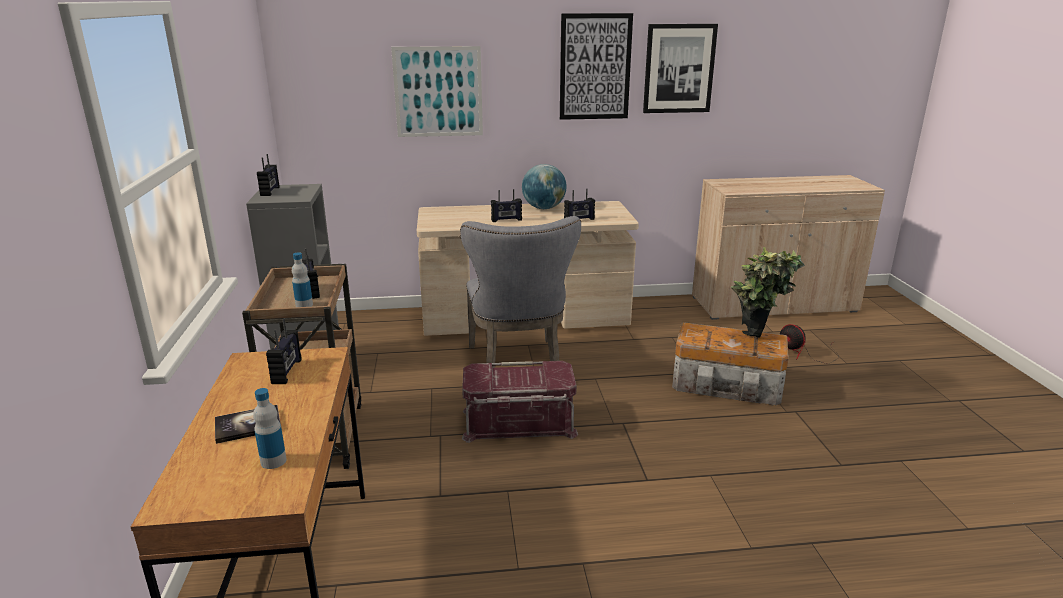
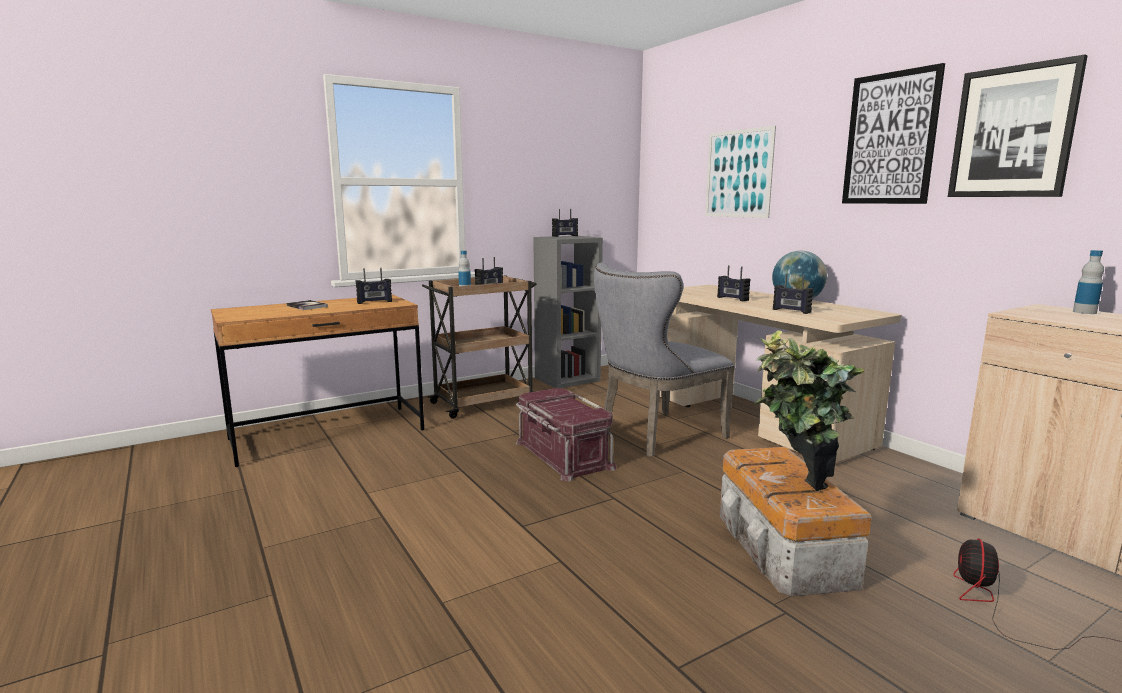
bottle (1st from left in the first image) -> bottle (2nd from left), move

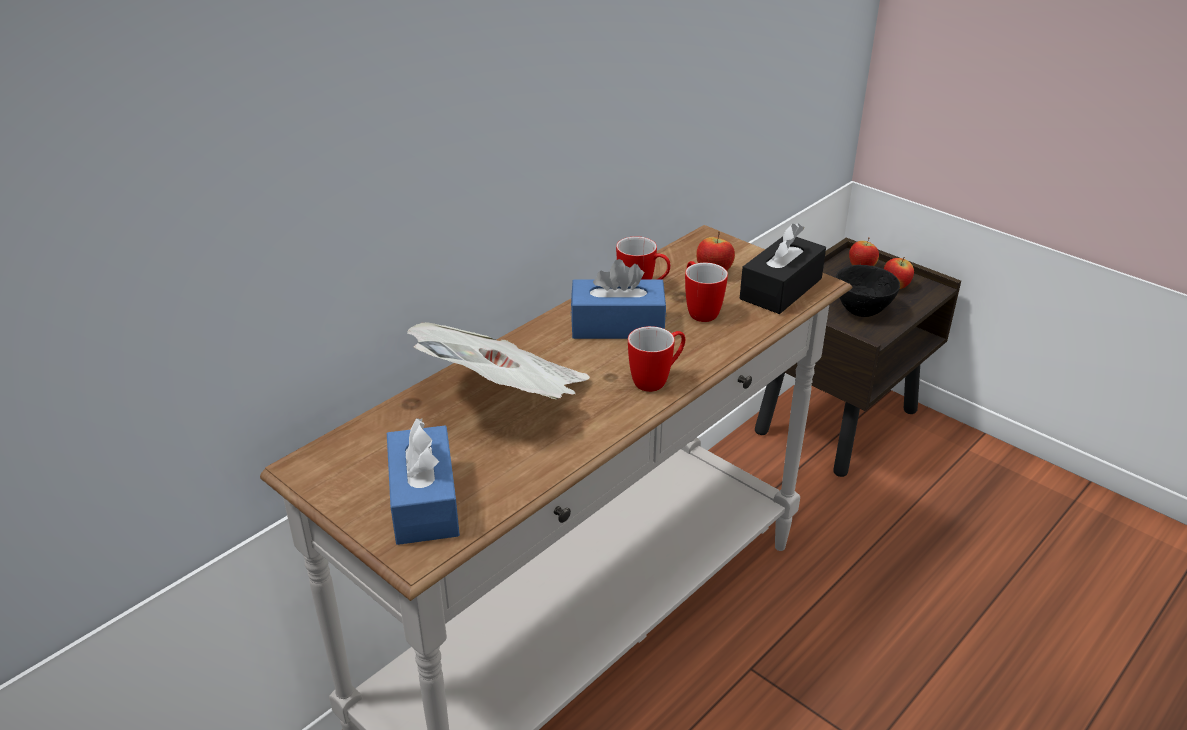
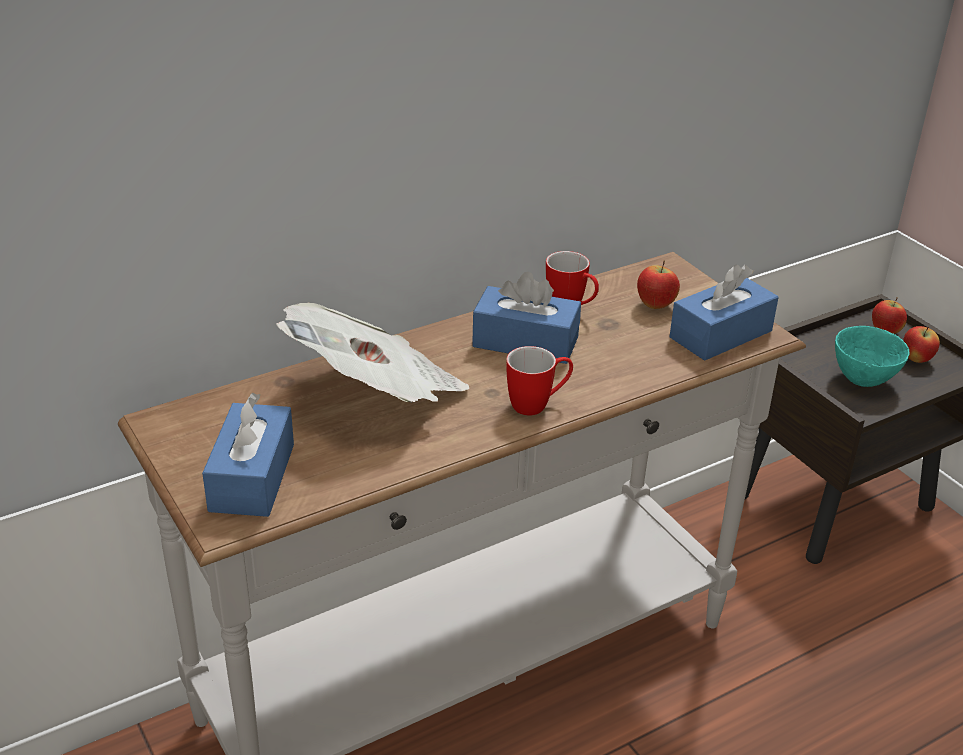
tissue box in black -> tissue box in blue (3rd from left)
mug (3rd from left) -> none
bowl in black -> bowl in turquoise

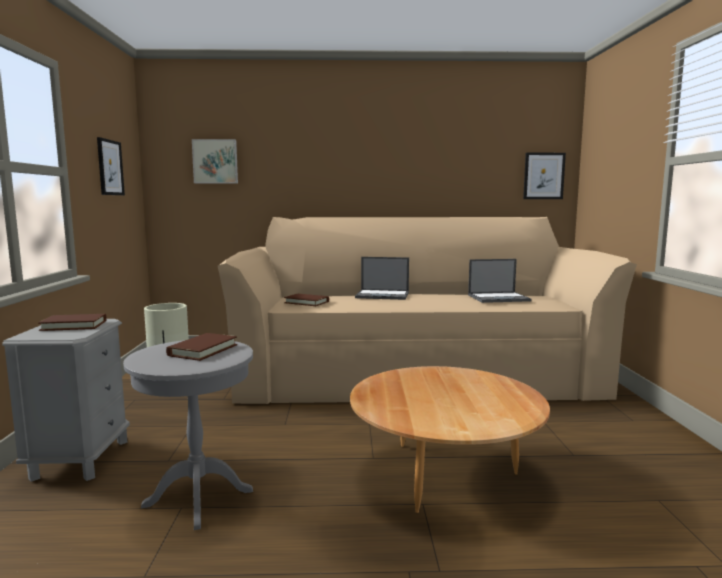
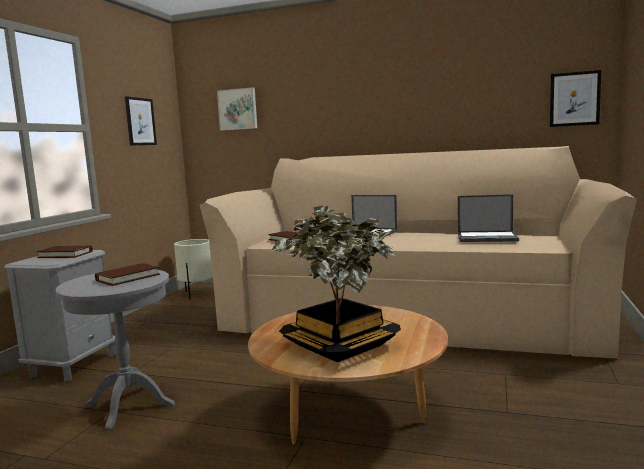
none -> potted plant

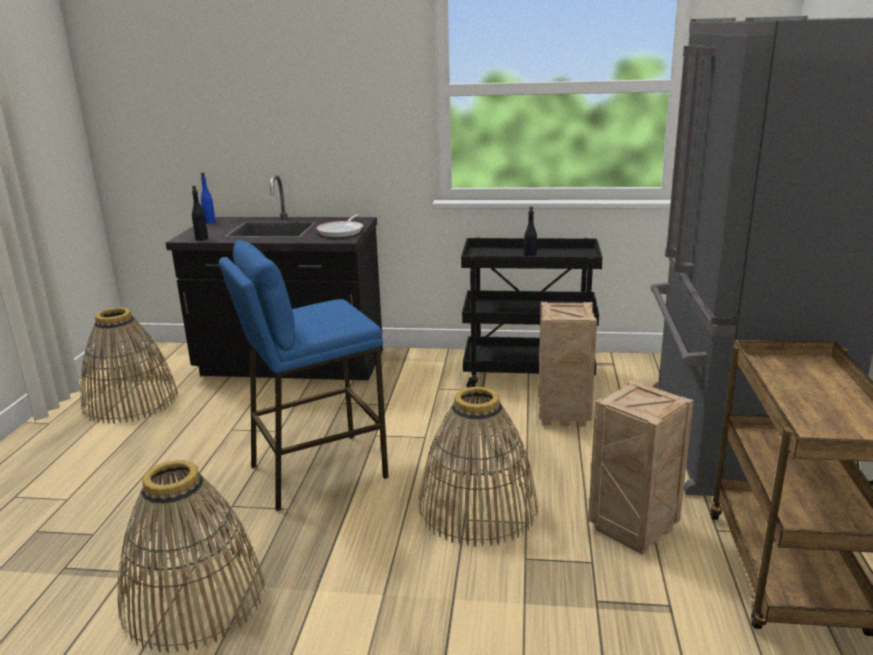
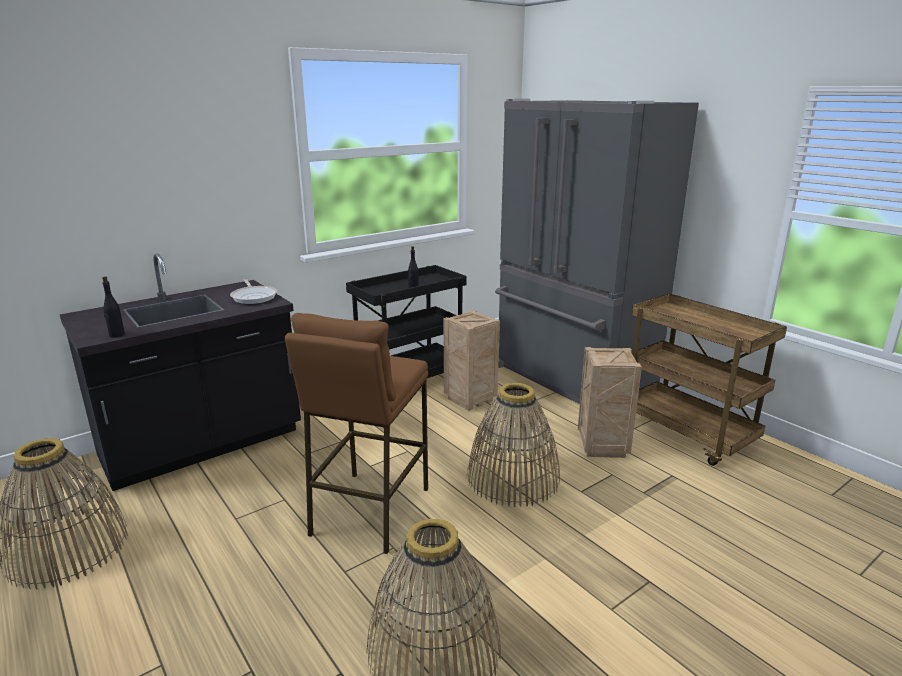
bottle in blue -> none
stool in blue -> stool in brown

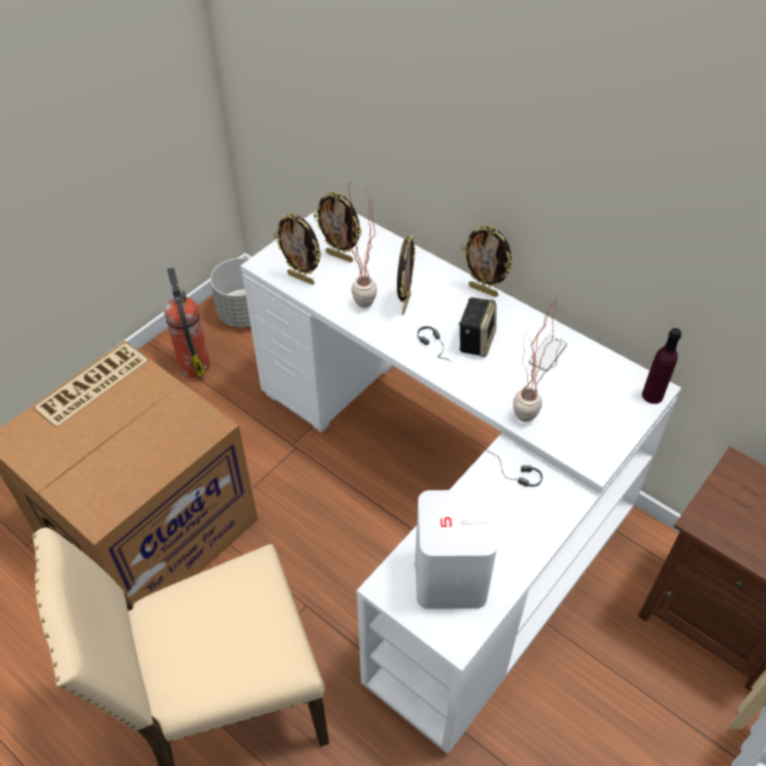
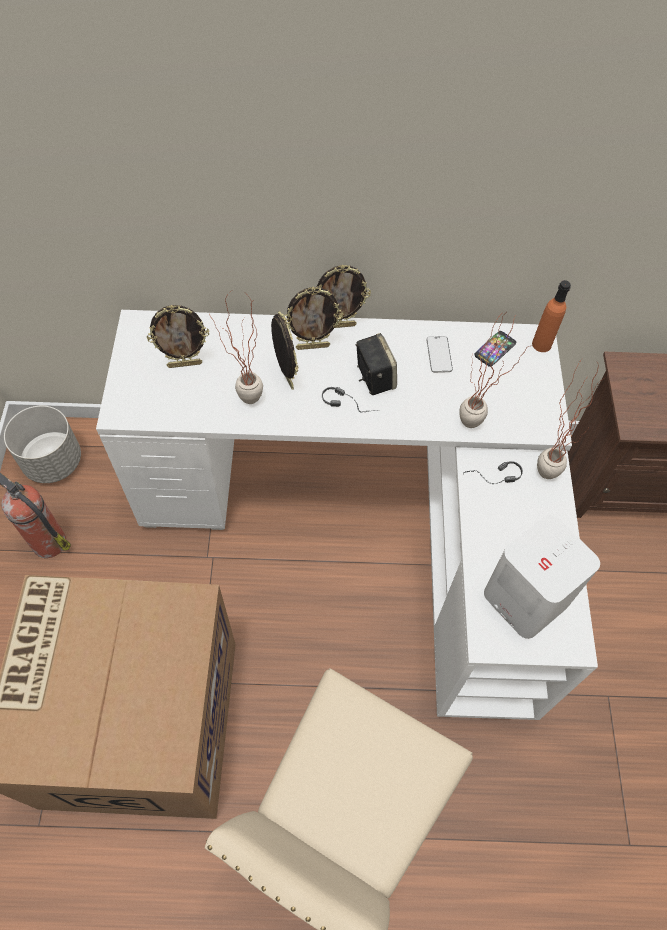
picture frame (1st from left in the first image) -> picture frame (3rd from left), move
bottle in purple -> bottle in orange
none -> phone (2nd from left)
none -> potted plant (3rd from left)

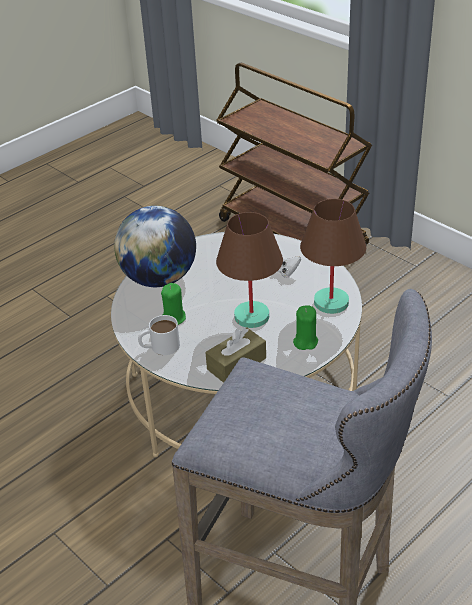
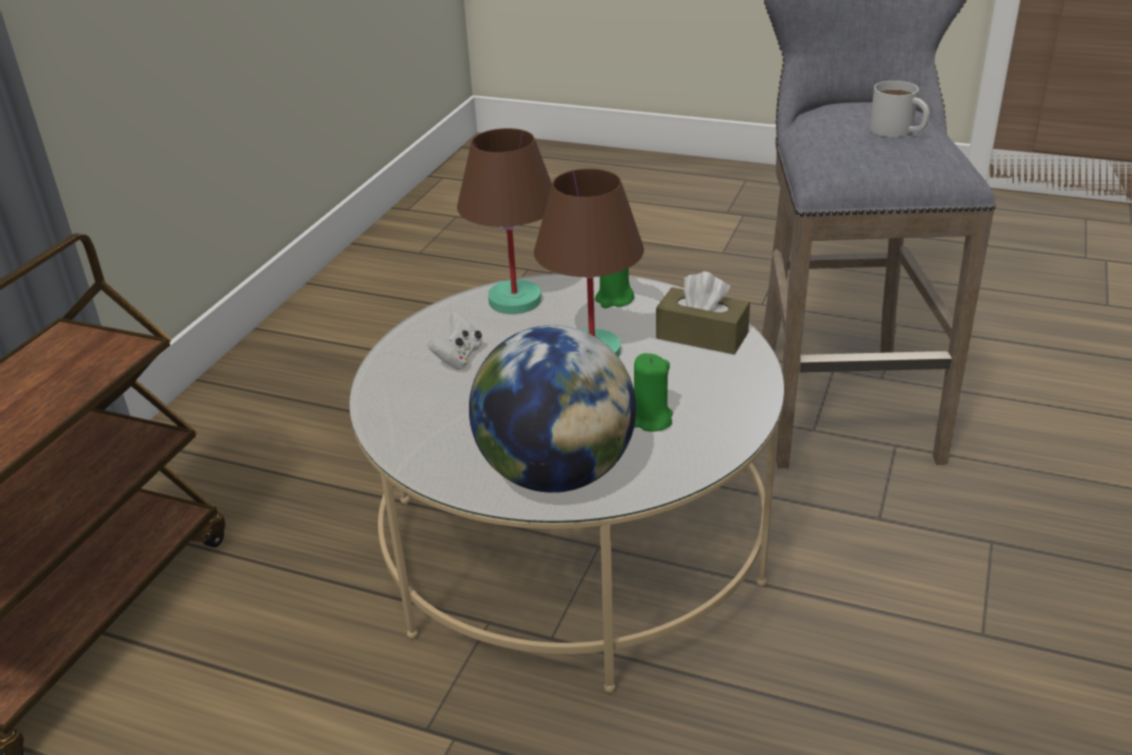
mug in white, move

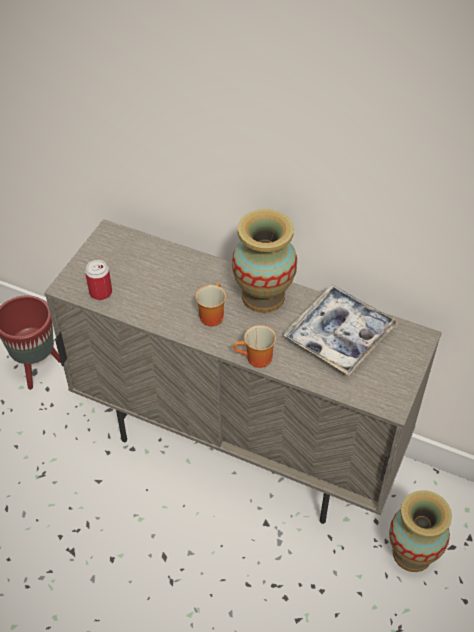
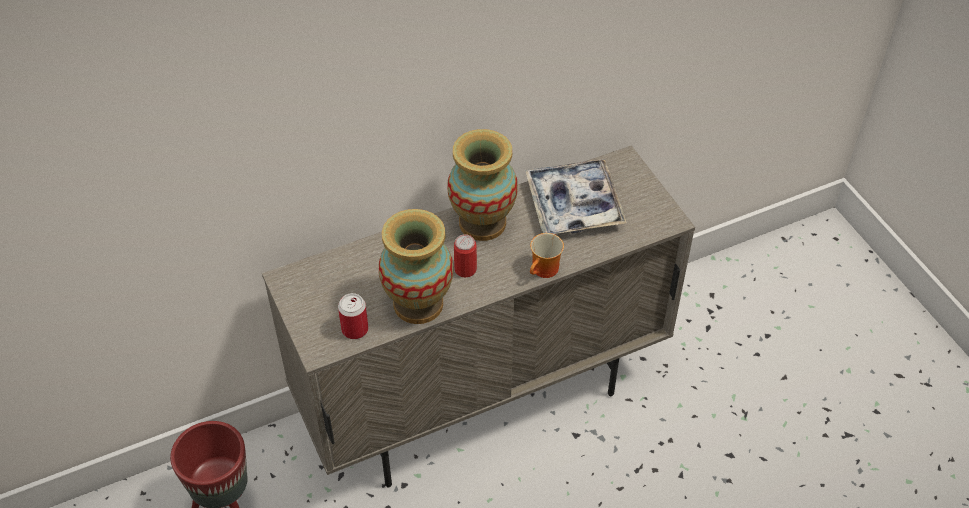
mug (1st from left) -> can (2nd from left)
vase (2nd from left in the first image) -> vase (1st from left), move

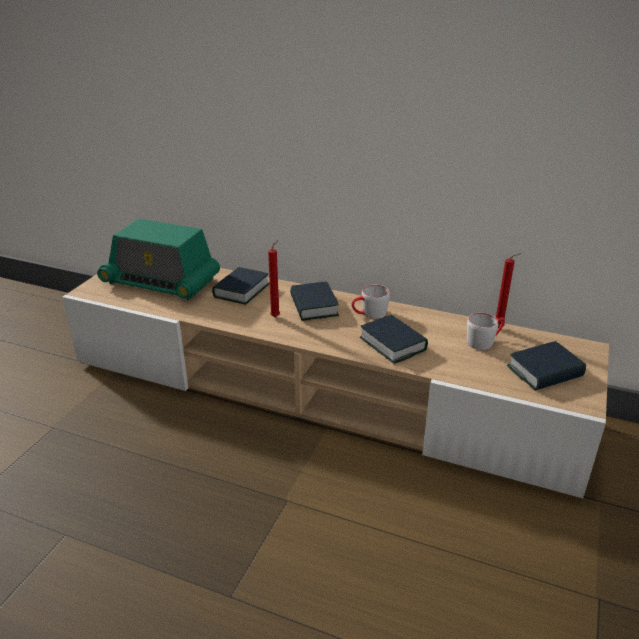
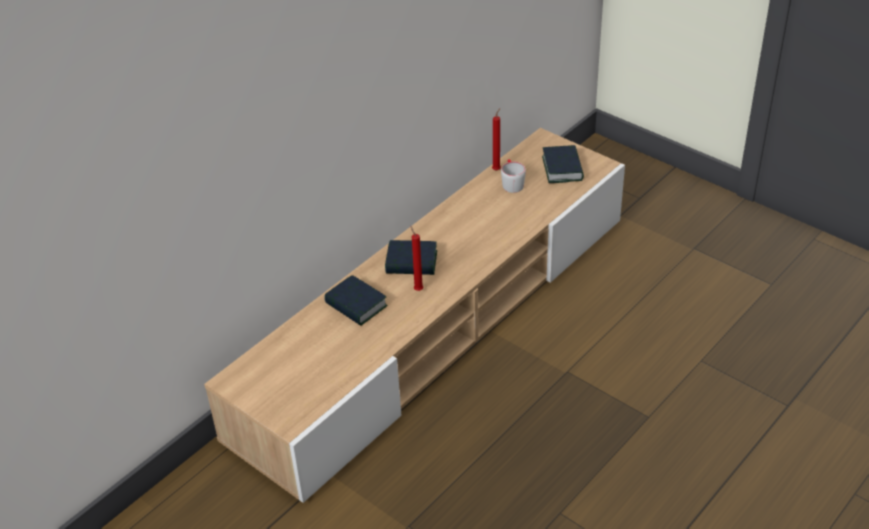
radio -> none
mug in grey (1st from left) -> none
book (3rd from left) -> none

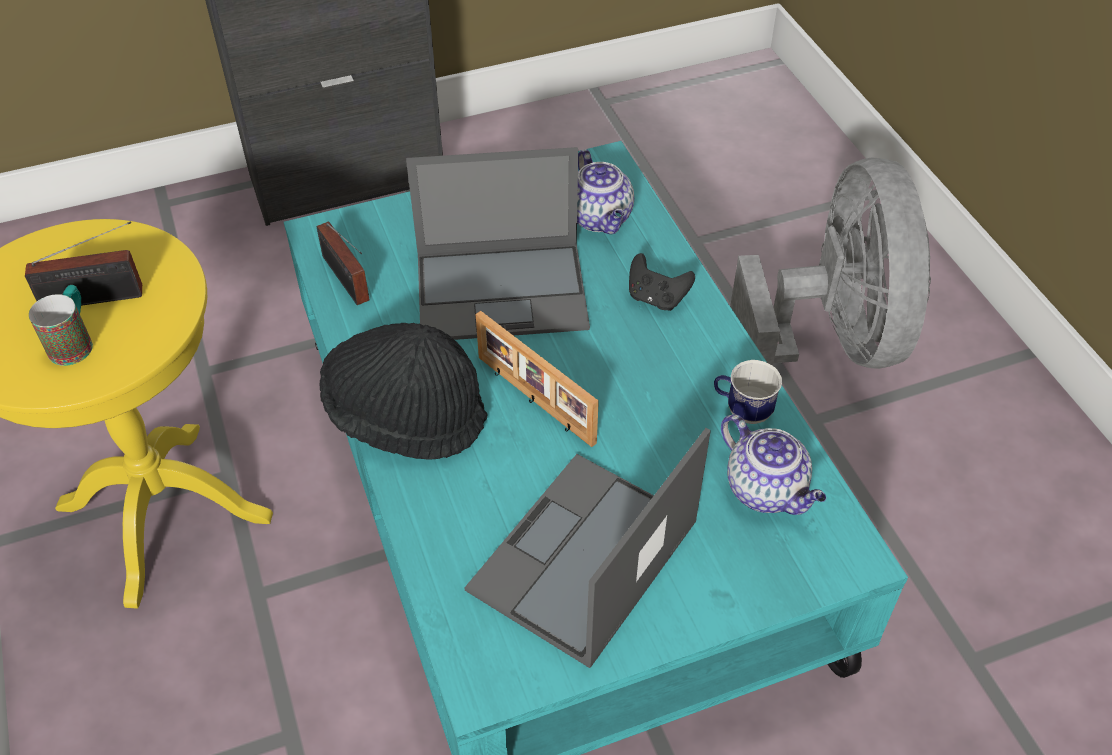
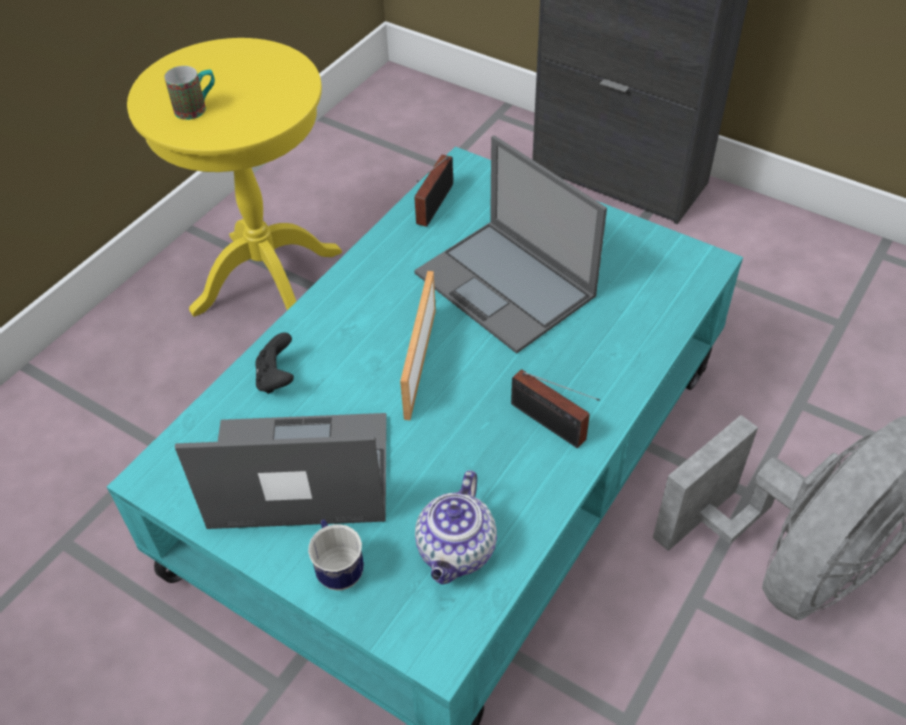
teapot (1st from left) -> none
radio (1st from left in the first image) -> radio (2nd from left), move
game controller in black, move
hat in black -> none
mug (2nd from left), move

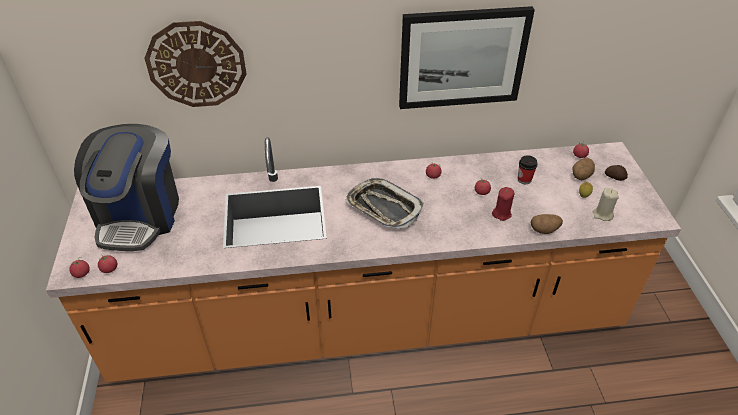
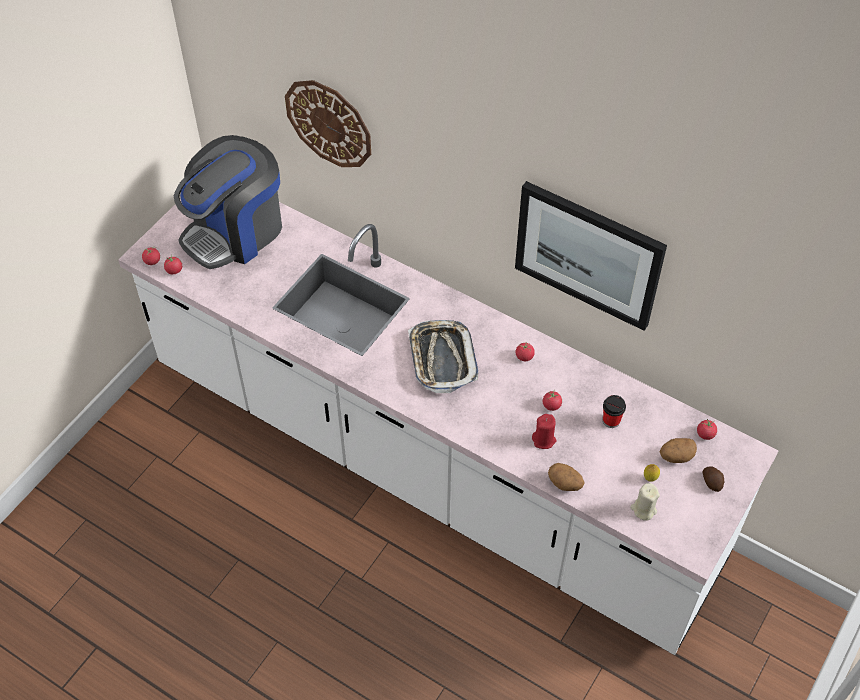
counter in orange -> counter in white

